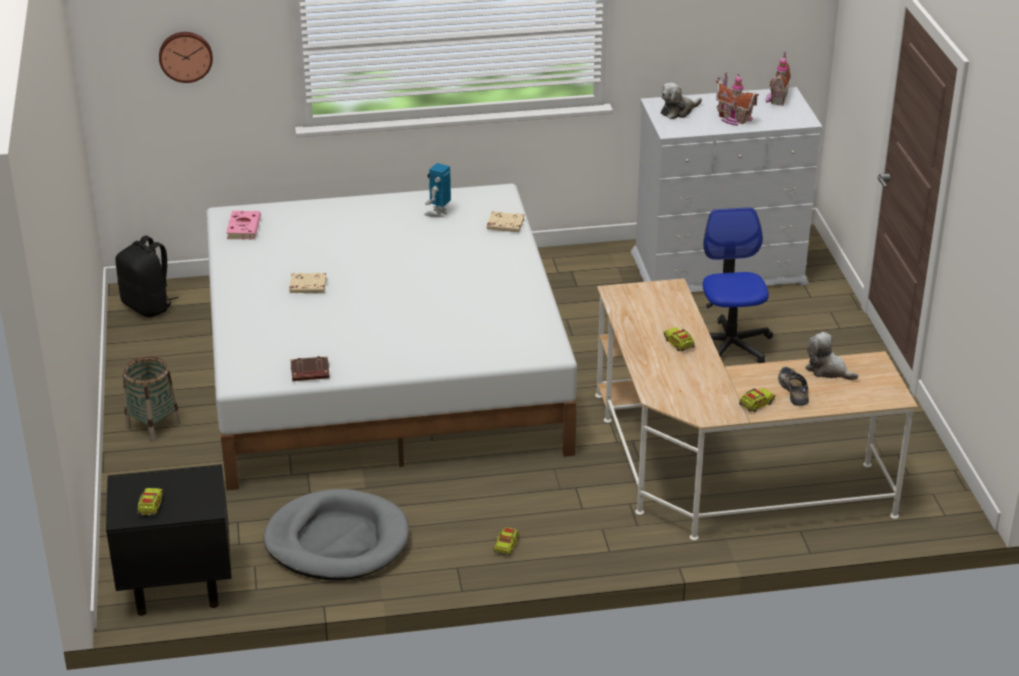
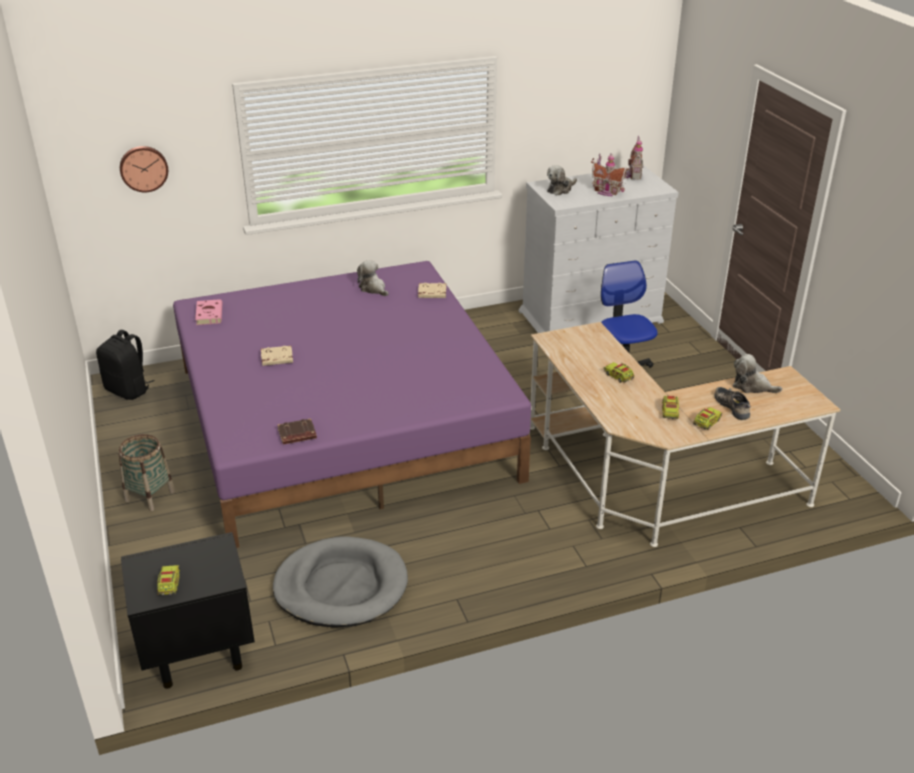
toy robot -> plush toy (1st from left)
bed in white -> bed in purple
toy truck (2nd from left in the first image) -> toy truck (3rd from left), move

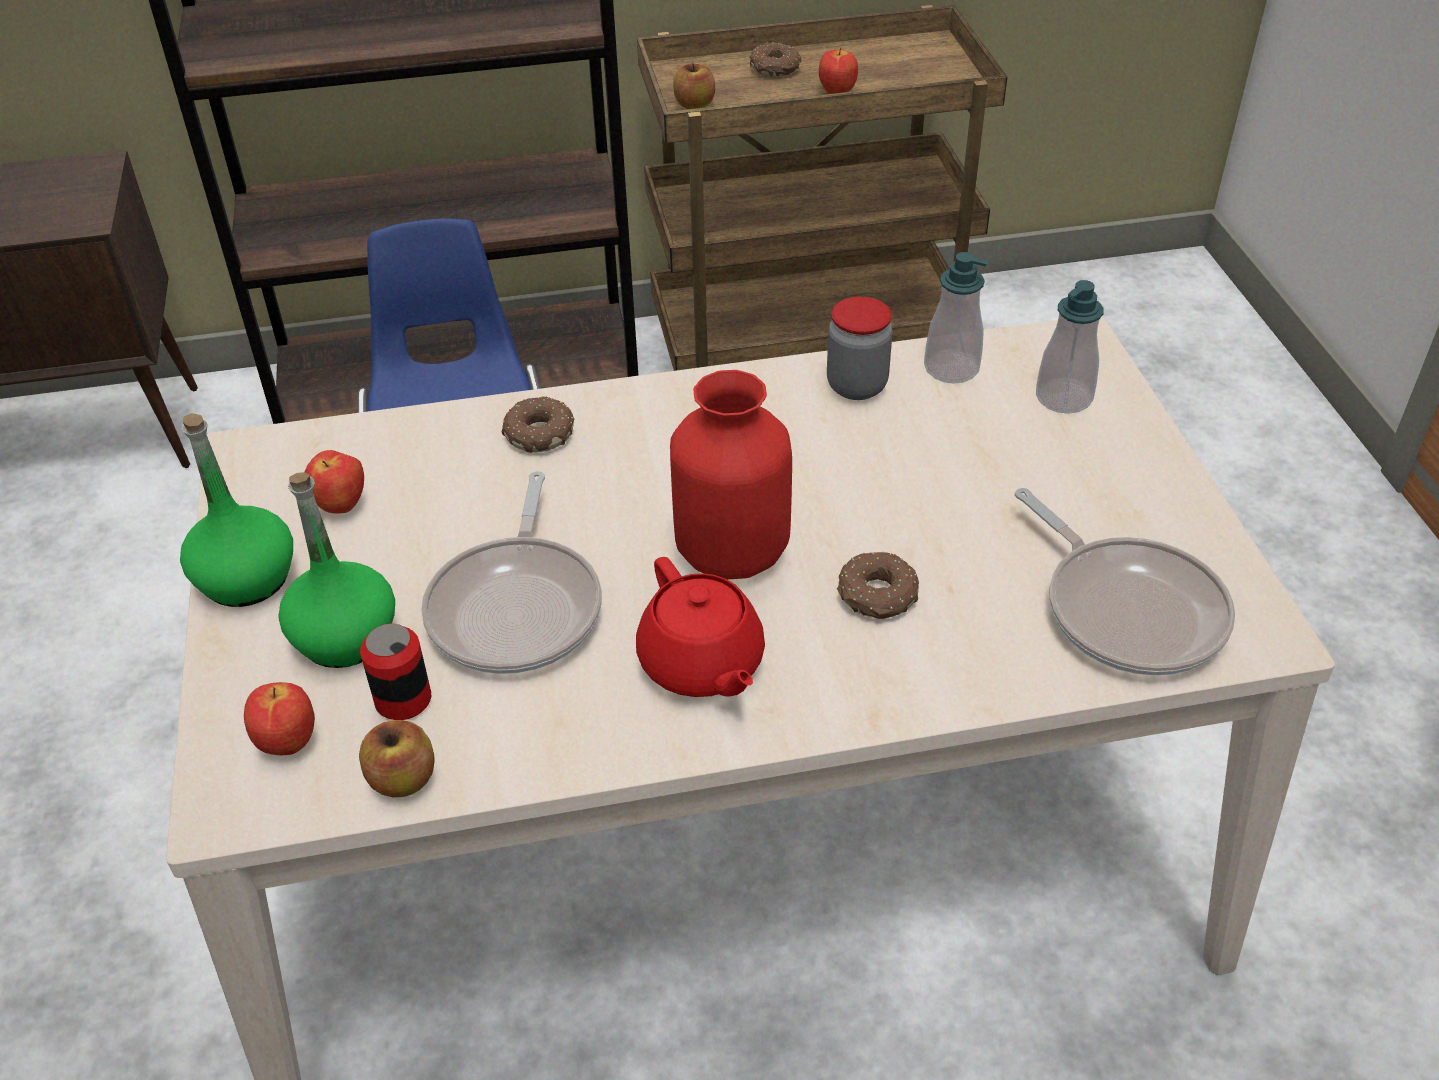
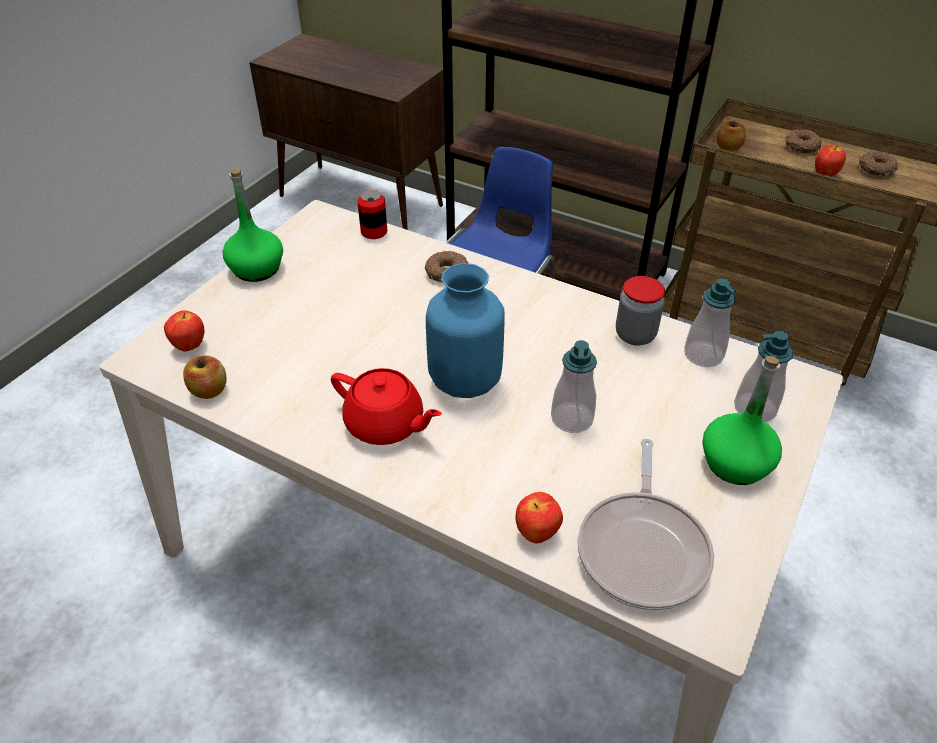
vase in red -> vase in blue
apple (2nd from left in the first image) -> apple (3rd from left), move
frying pan (1st from left) -> none
bottle in green (2nd from left), move
donut (3rd from left), move
teapot in red, 75 degrees counterclockwise
can, move
none -> soap dispenser (1st from left)

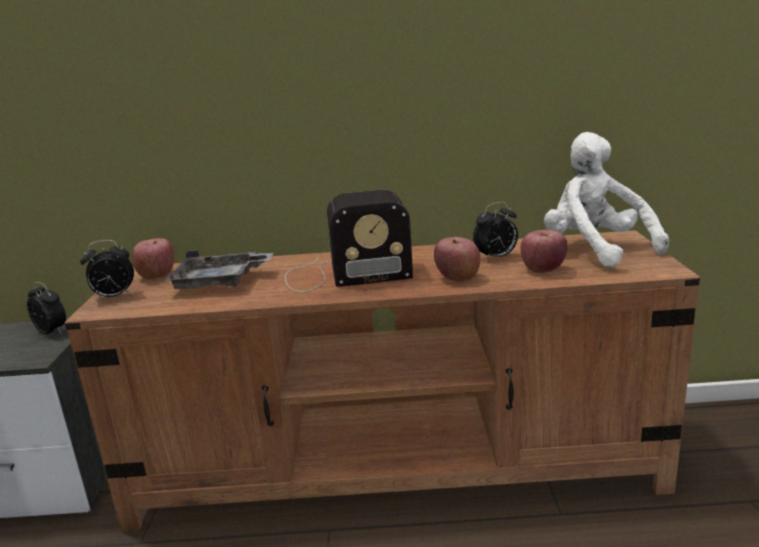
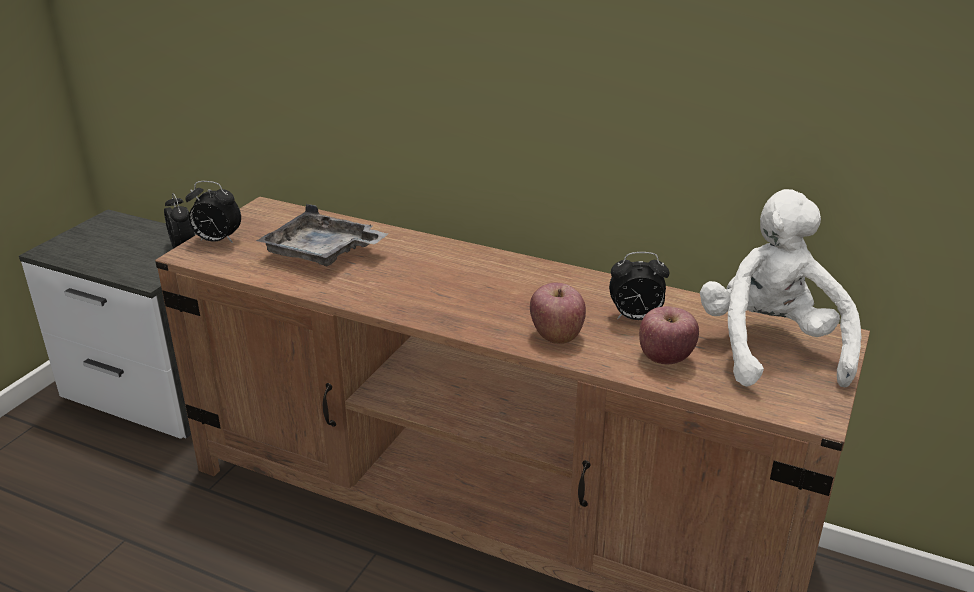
radio -> none
apple (1st from left) -> none

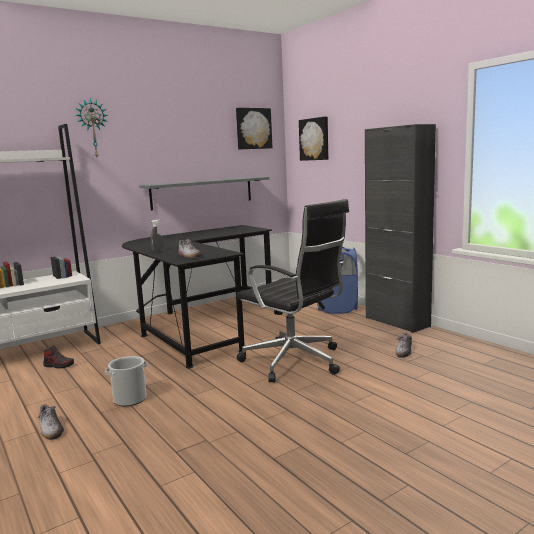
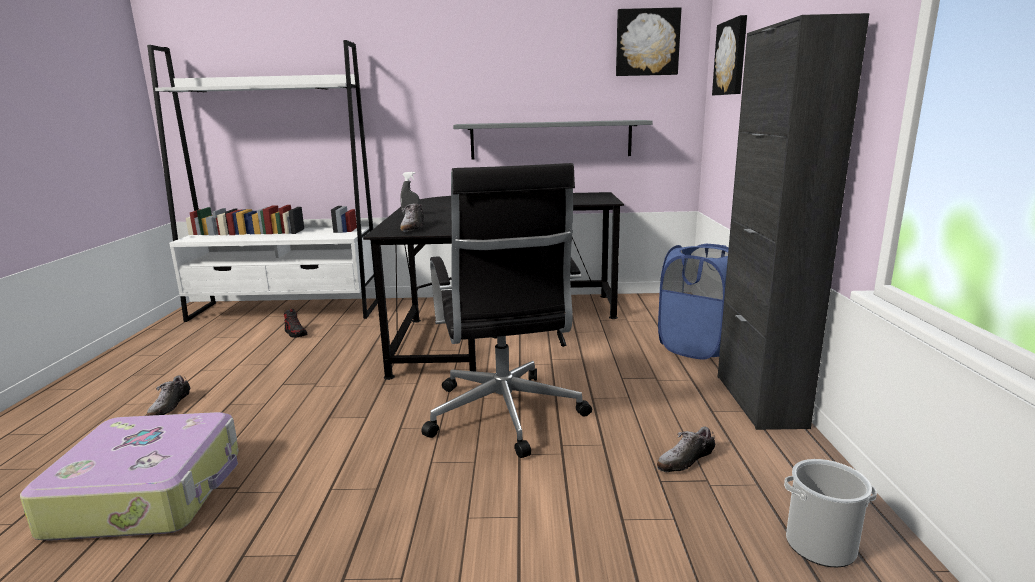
wall clock -> none
bucket, move
none -> suitcase

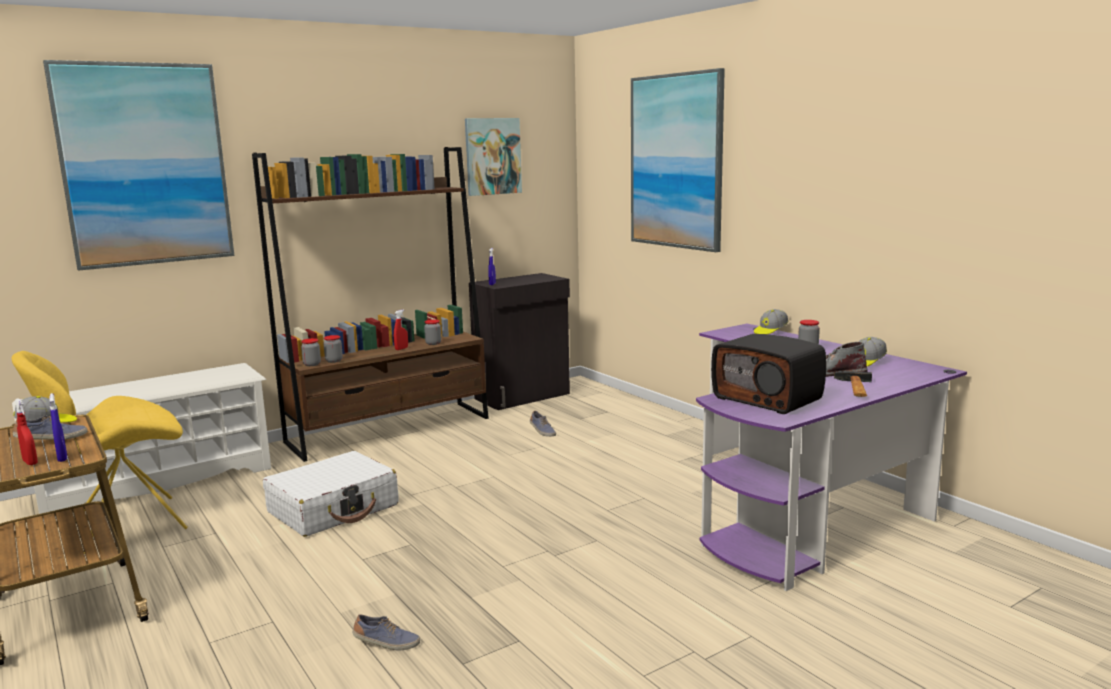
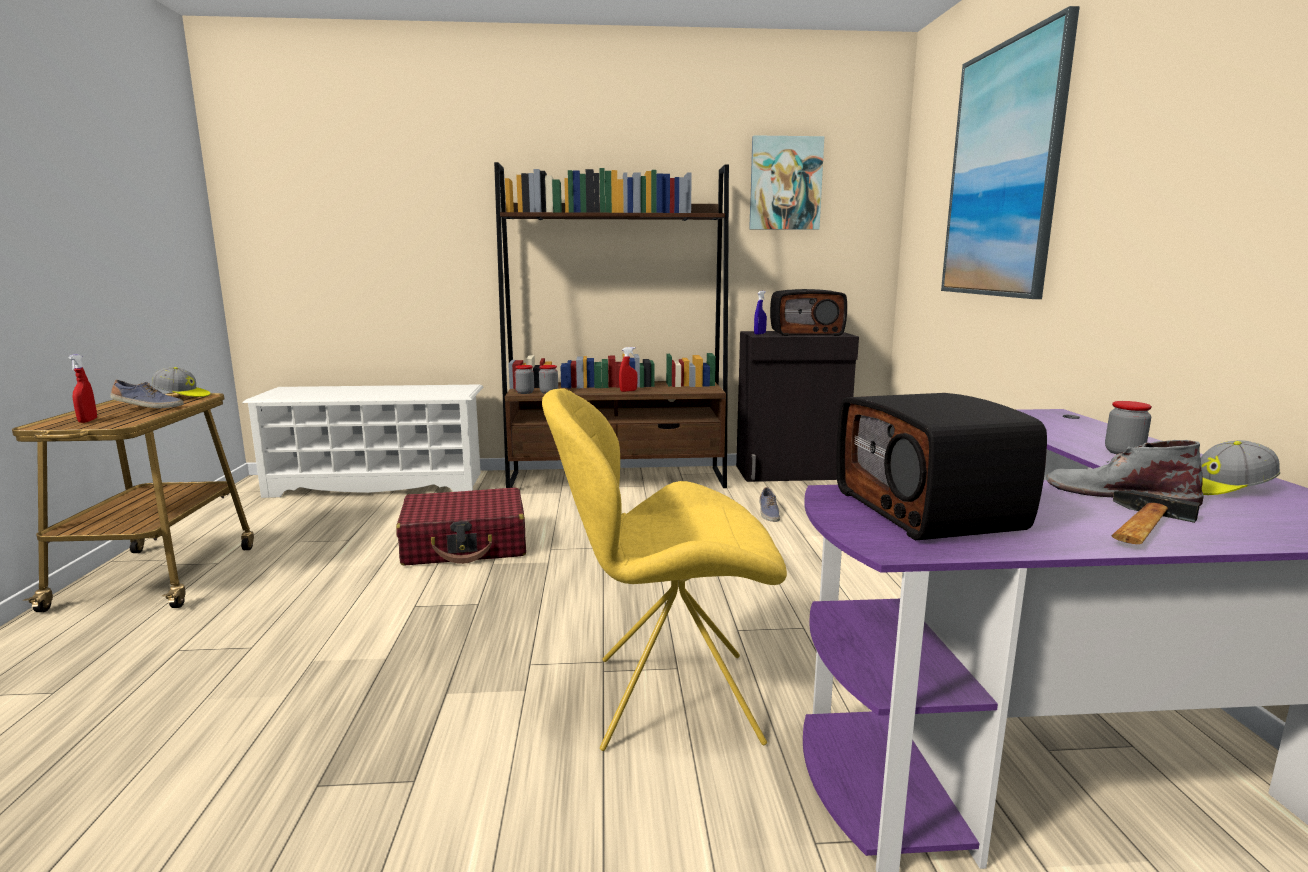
picture (1st from left) -> none
cap (2nd from left) -> none
jar (3rd from left) -> none
chair in yellow, move
spray bottle in blue (1st from left) -> none
suitcase in white -> suitcase in red
shoe (2nd from left) -> none
none -> radio (1st from left)

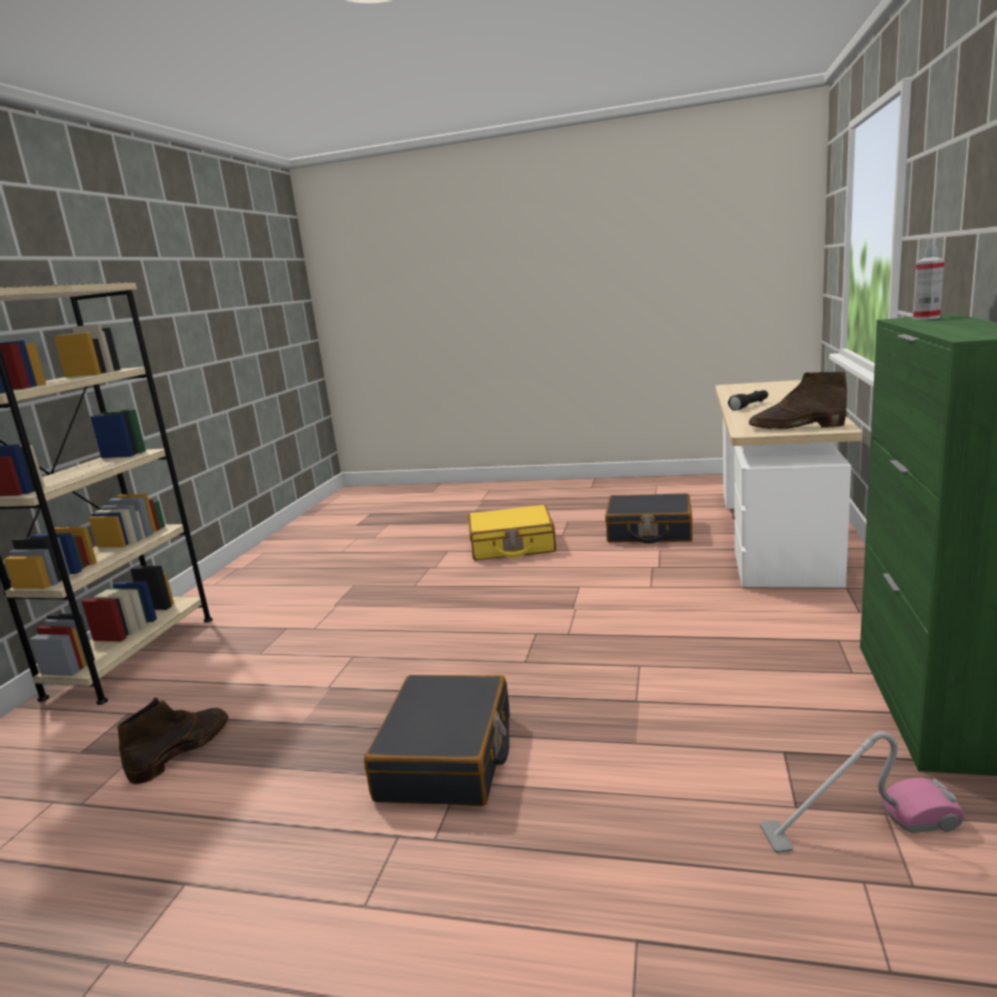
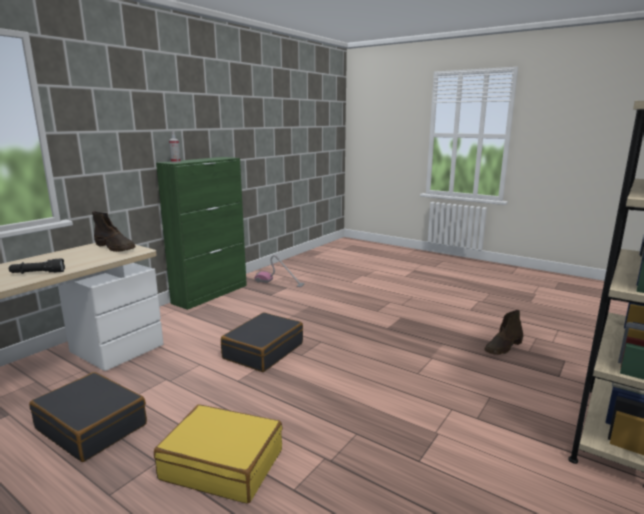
suitcase in black (1st from left in the first image) -> suitcase in black (2nd from left), move

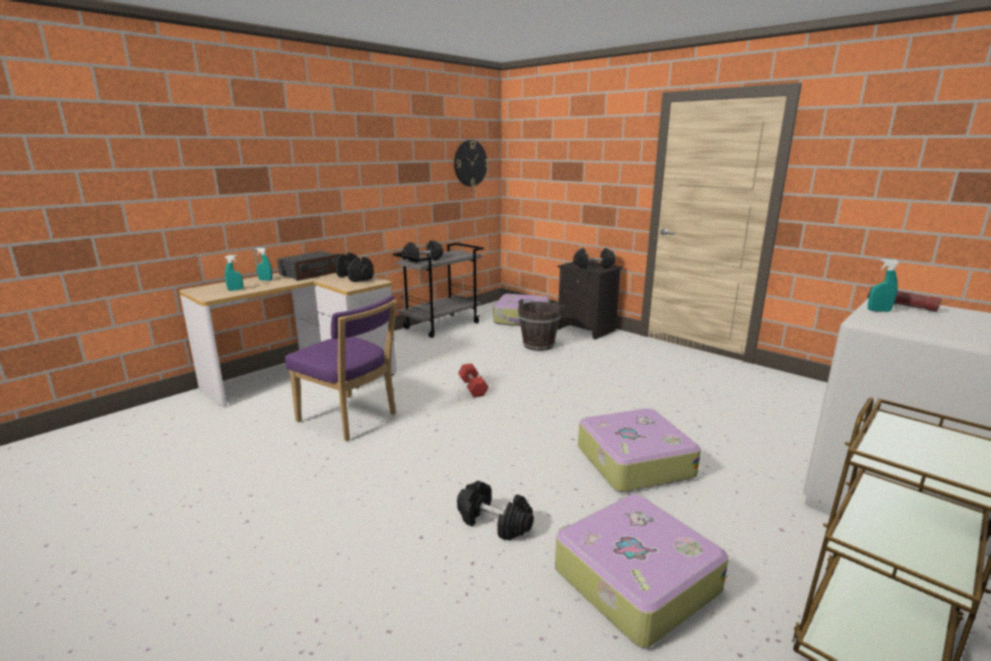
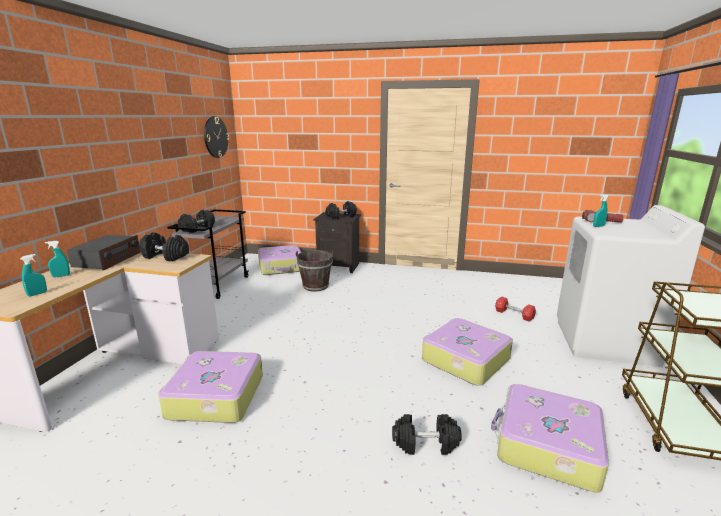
chair in purple -> suitcase (1st from left)
dumbbell in red, move

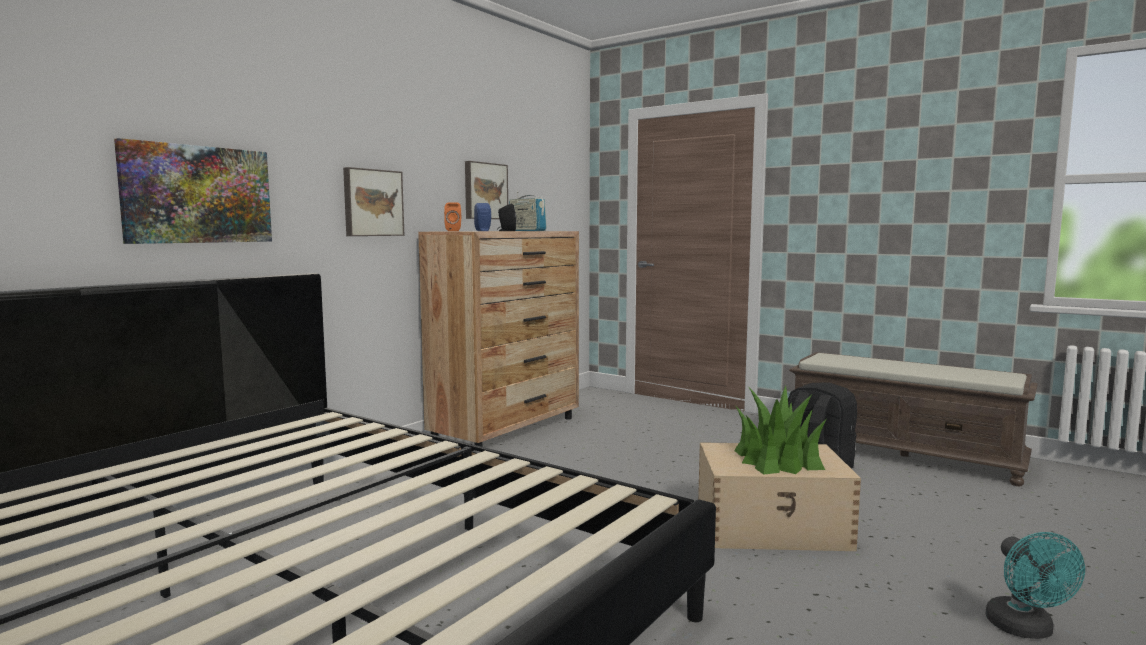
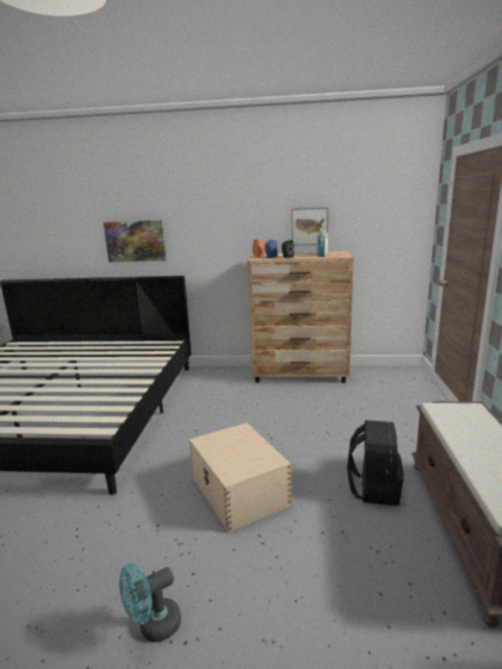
picture (2nd from left) -> none
potted plant -> none

